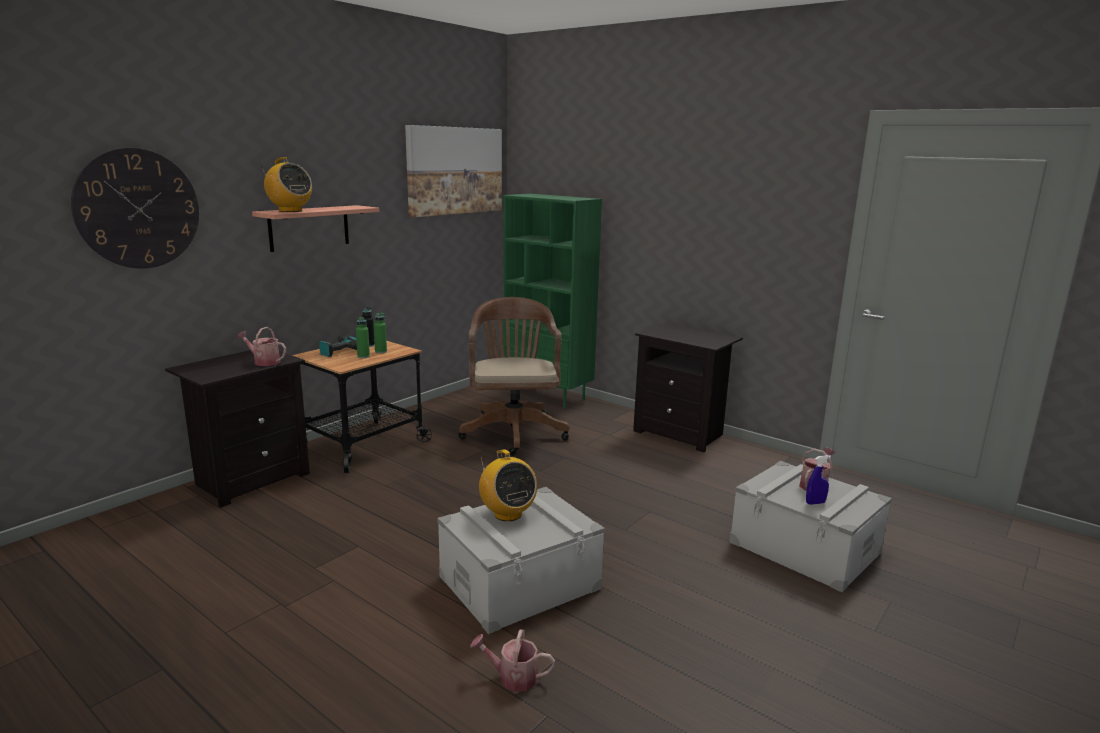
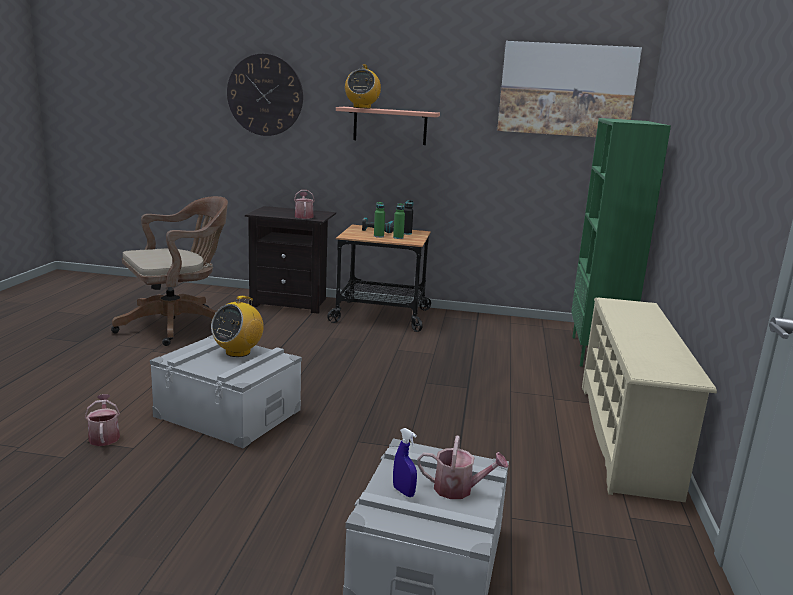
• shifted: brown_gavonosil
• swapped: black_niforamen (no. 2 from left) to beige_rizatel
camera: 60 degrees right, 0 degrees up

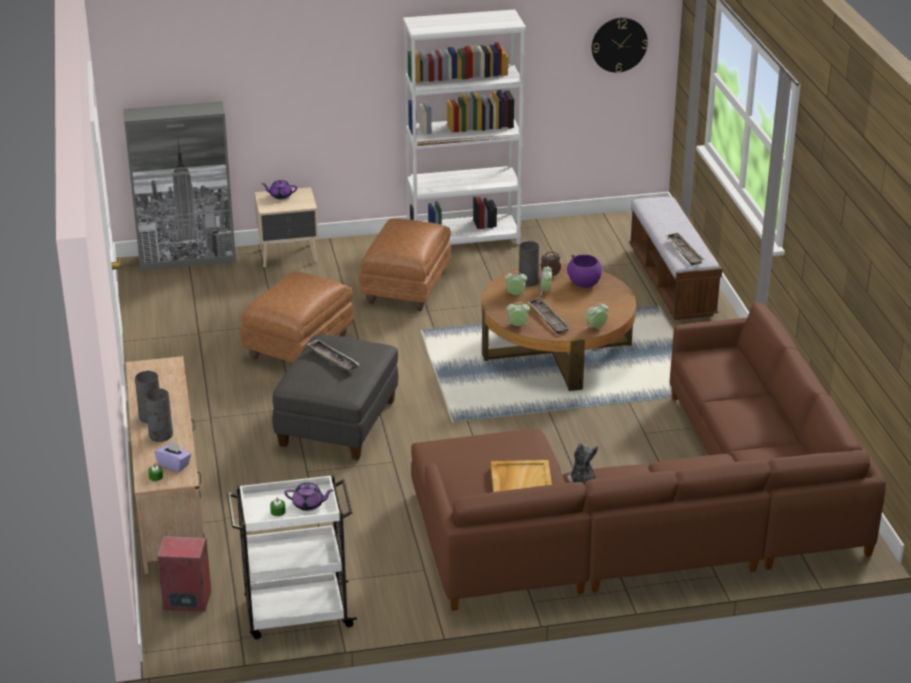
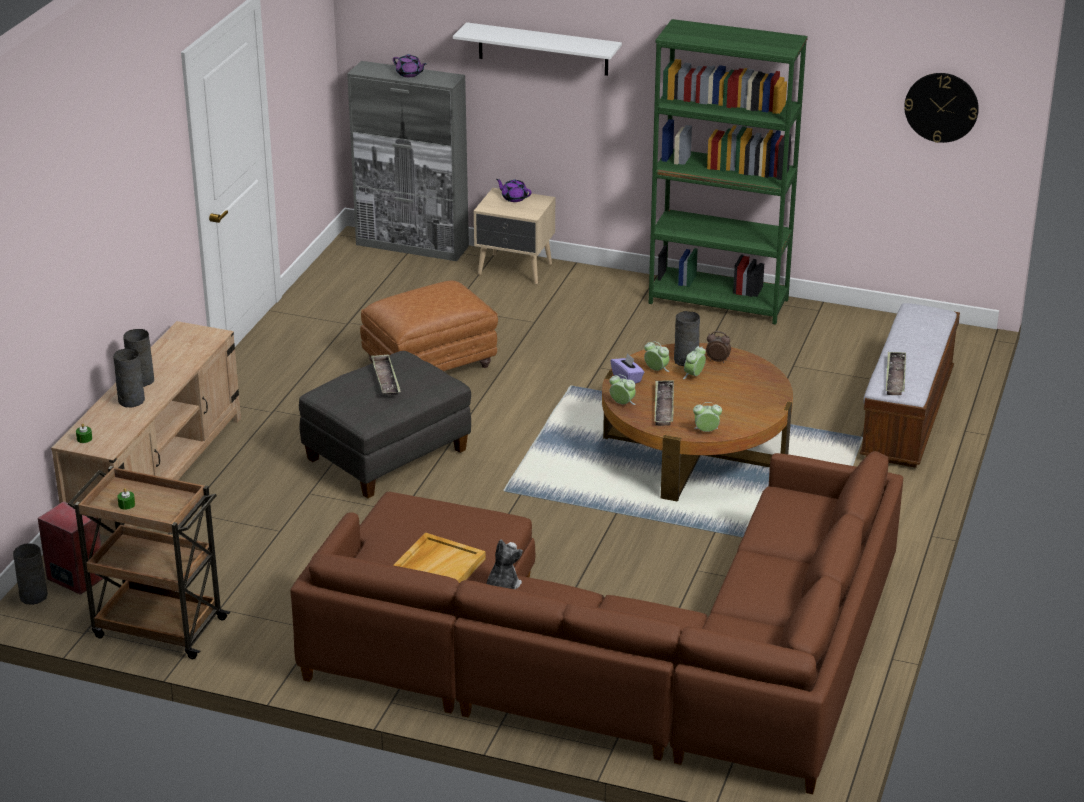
• gone: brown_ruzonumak (no. 2 from left)
• gone: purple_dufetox
• new: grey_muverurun (no. 1 from left)
• new: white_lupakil
• shifted: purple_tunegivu
• shifted: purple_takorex (no. 2 from left in the first image) to purple_takorex (no. 1 from left)
• repainted: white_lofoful to brown_lofoful
• repainted: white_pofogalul to green_pofogalul
camera: 30 degrees right, 0 degrees up

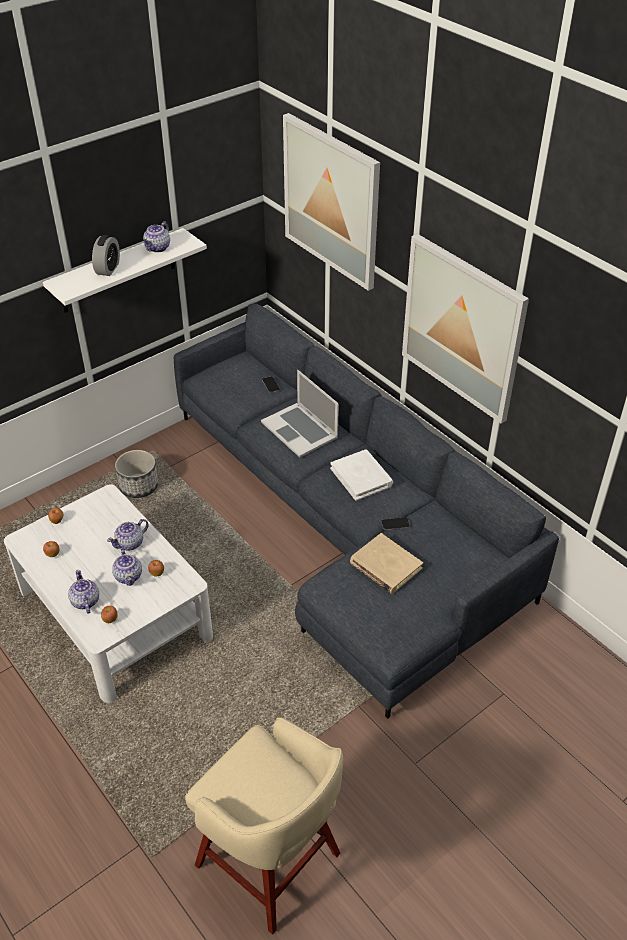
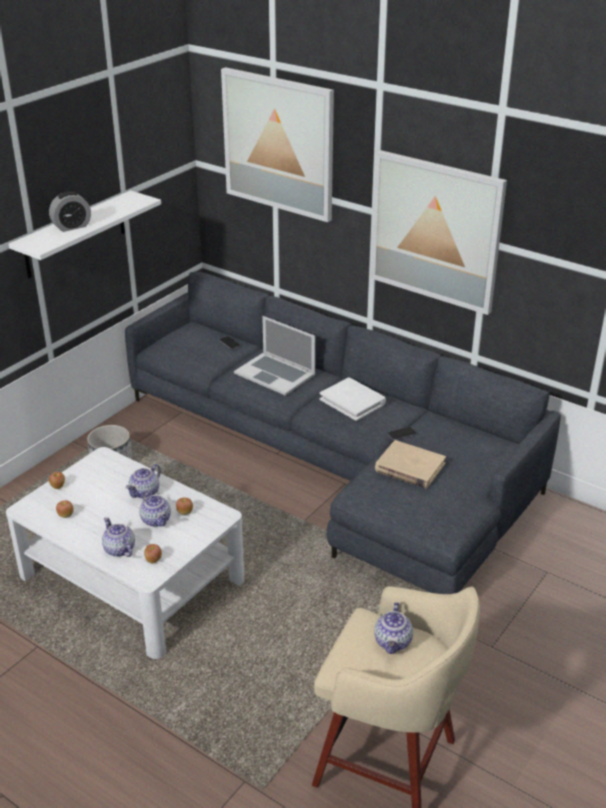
• shifted: takorex (no. 4 from left)
• rotated: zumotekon 60 degrees clockwise
camera: 15 degrees left, 10 degrees down

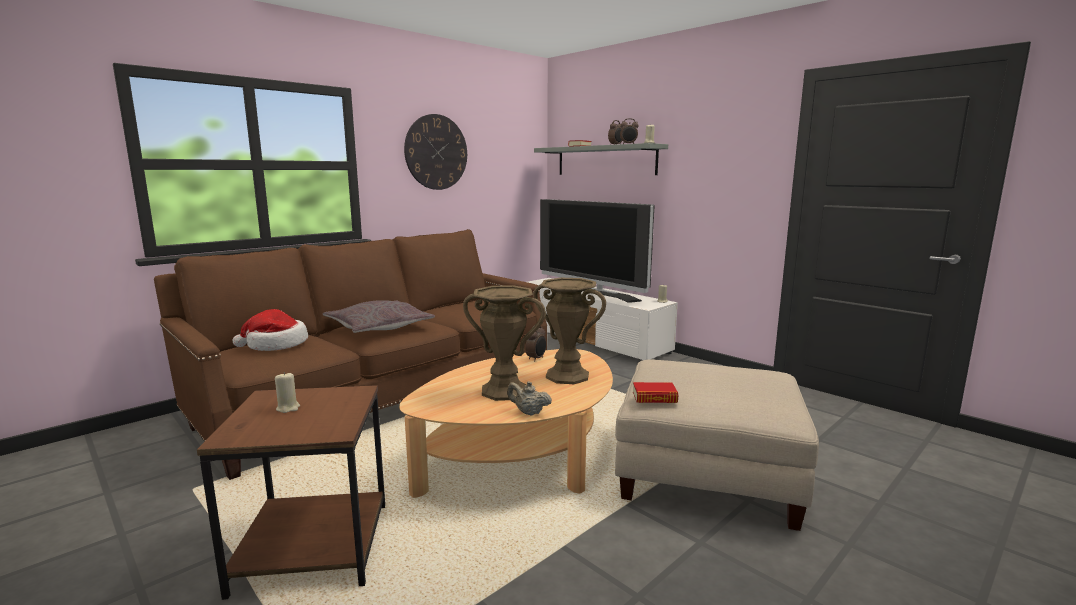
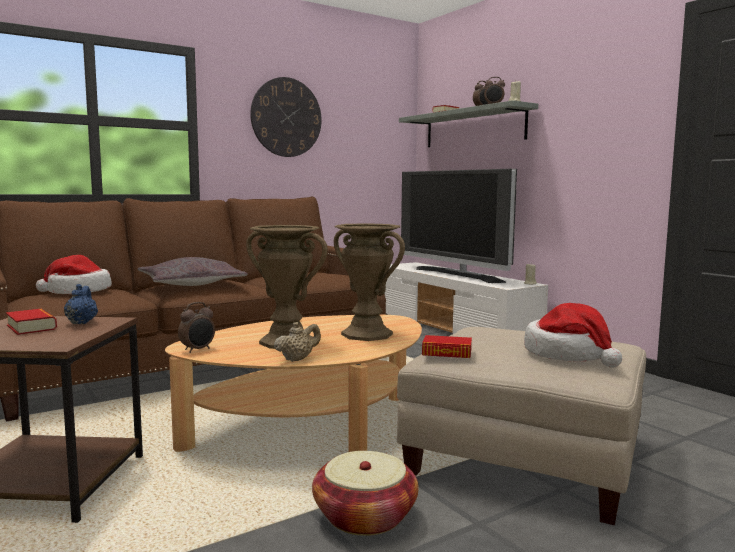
• new: blue_takorex
• new: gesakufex
• new: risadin (no. 2 from left)
• shifted: zumotekon (no. 1 from left)
• swapped: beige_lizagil (no. 1 from left) to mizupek (no. 1 from left)
• rotated: beige_takorex 105 degrees clockwise
camera: 10 degrees right, 5 degrees down

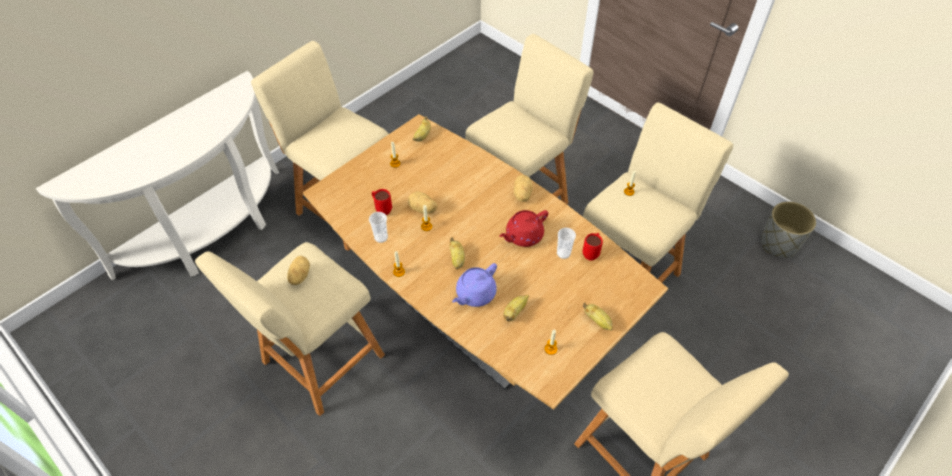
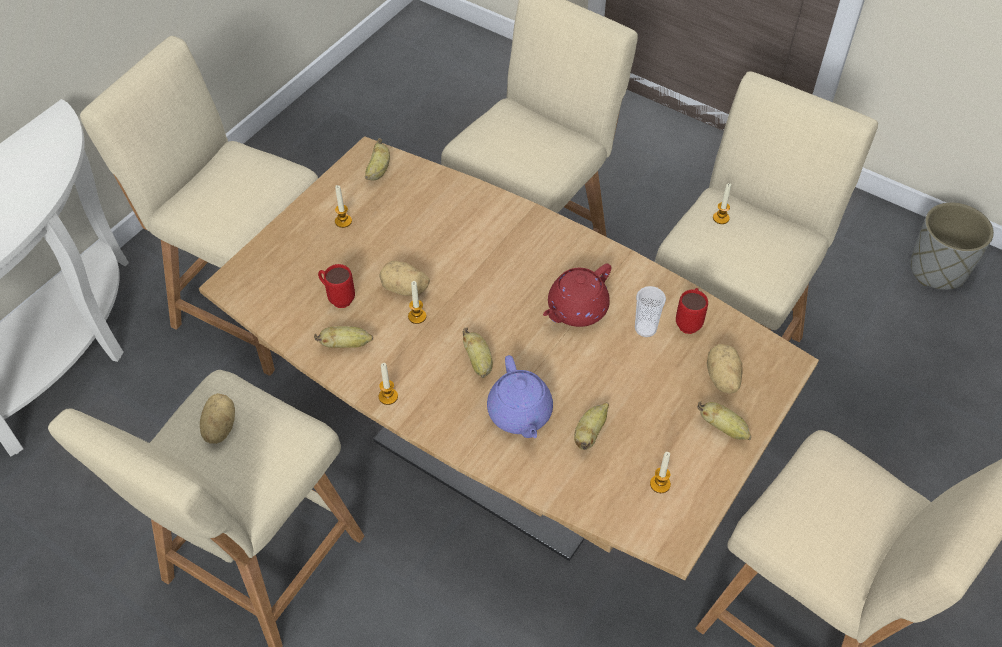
• shifted: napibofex (no. 3 from left)
• swapped: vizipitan (no. 1 from left) to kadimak (no. 1 from left)
• rotated: purple_takorex 45 degrees counterclockwise
camera: 10 degrees left, 0 degrees up

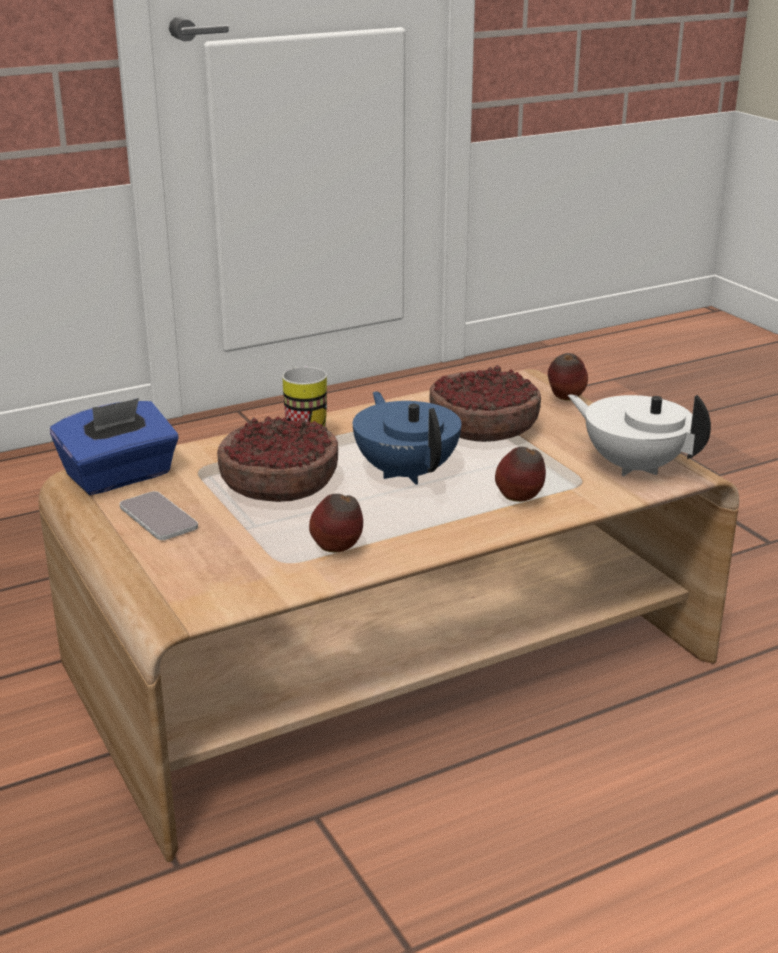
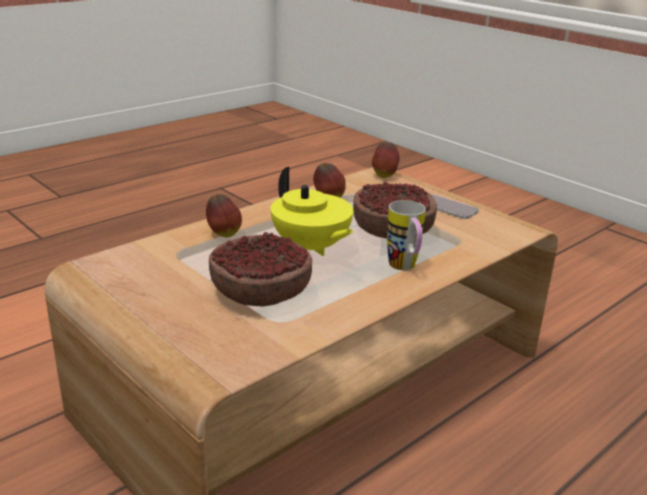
• gone: blue_tunegivu
• gone: white_takorex
• shifted: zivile (no. 3 from left)
• repainted: blue_takorex to yellow_takorex
camera: 165 degrees right, 0 degrees up

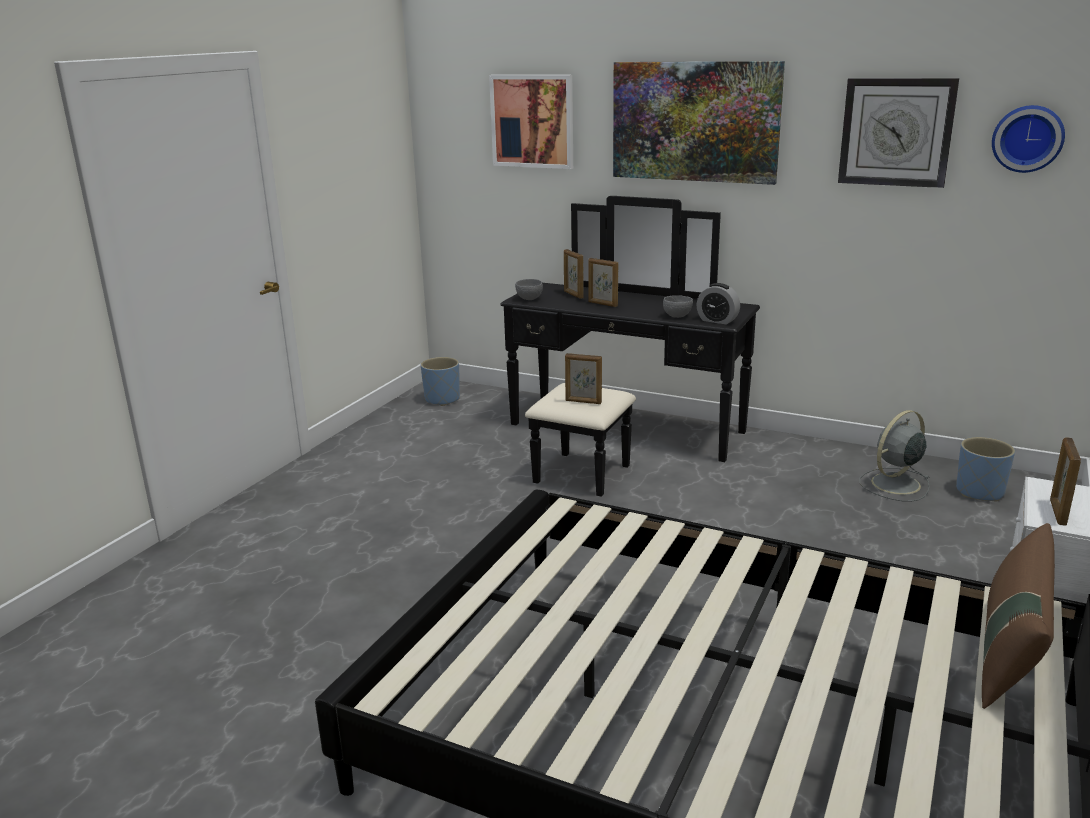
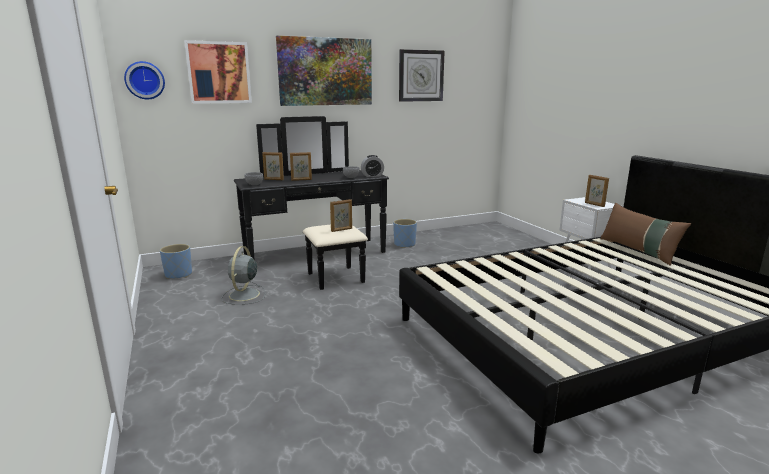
• shifted: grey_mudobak
• shifted: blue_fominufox (no. 2 from left)
• shifted: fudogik (no. 2 from left in the first image) to fudogik (no. 1 from left)
camera: 50 degrees left, 5 degrees down

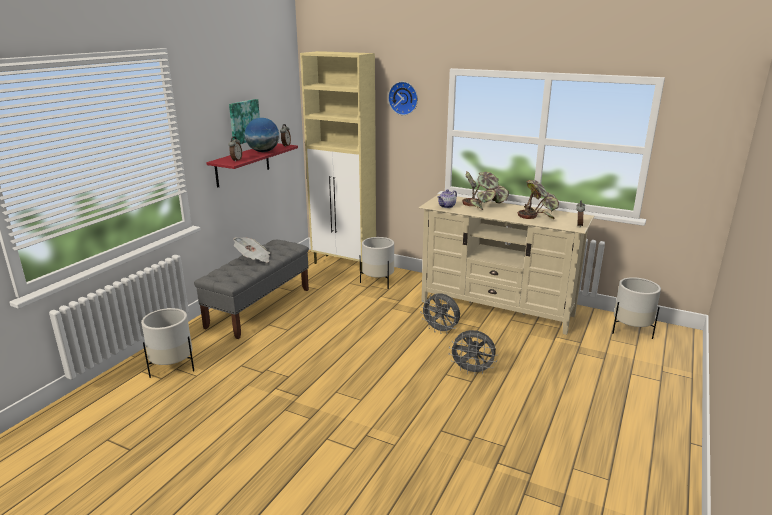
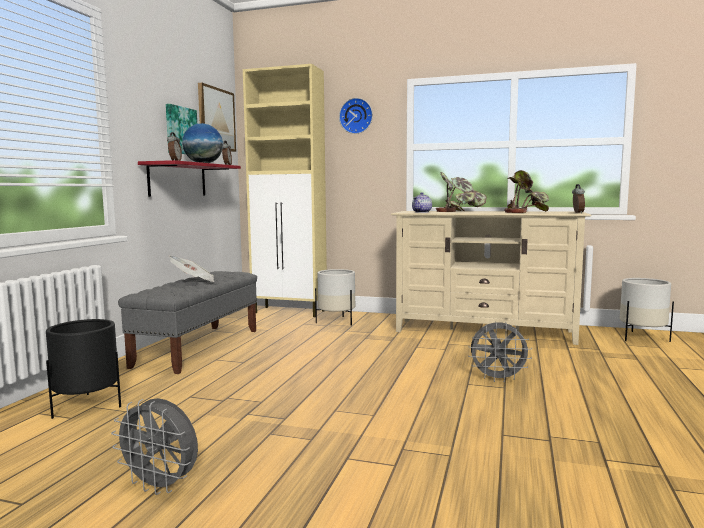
• new: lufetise (no. 2 from left)
• shifted: grey_mudobak (no. 1 from left)
• repainted: white_fominufox (no. 1 from left) to black_fominufox
camera: 10 degrees left, 15 degrees down

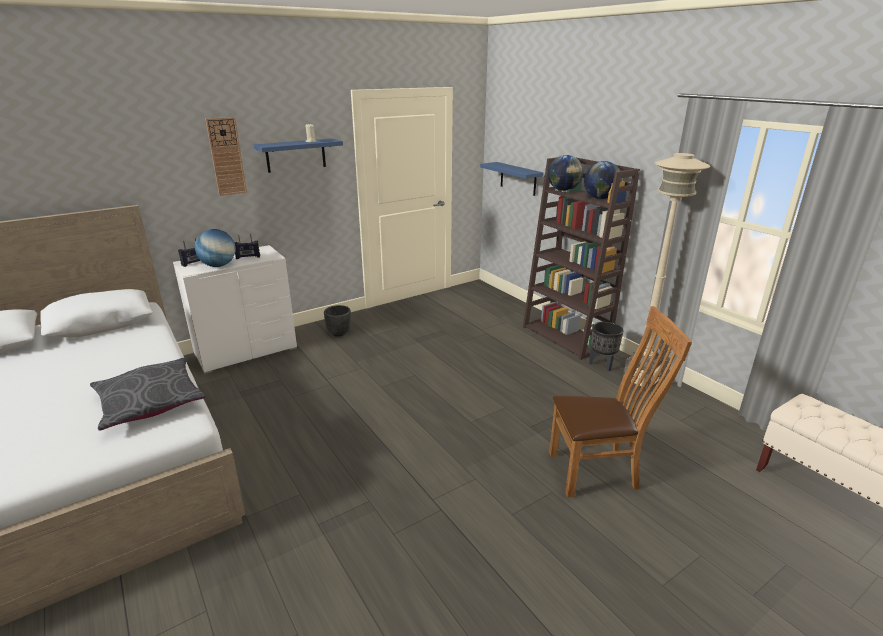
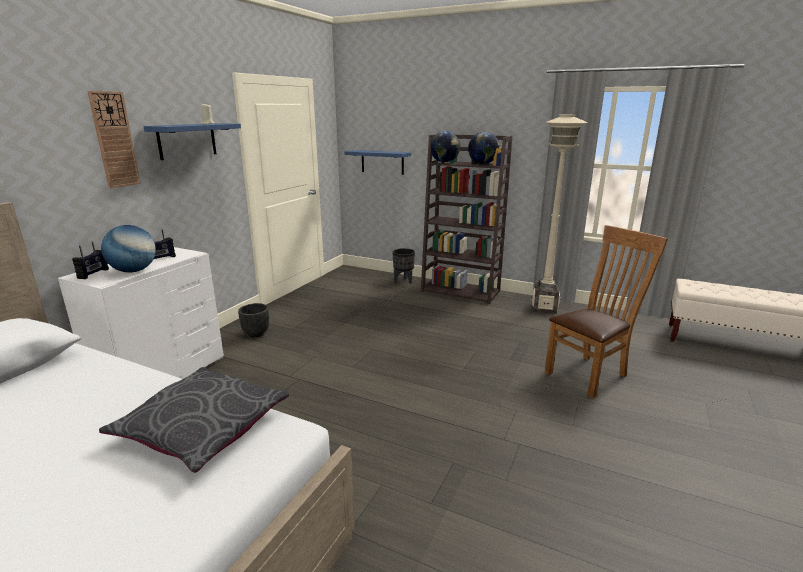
• shifted: black_fominufox (no. 2 from left)
camera: 30 degrees left, 5 degrees down

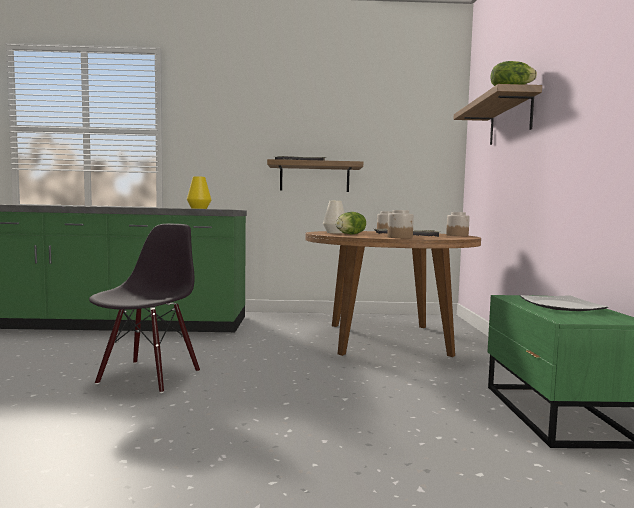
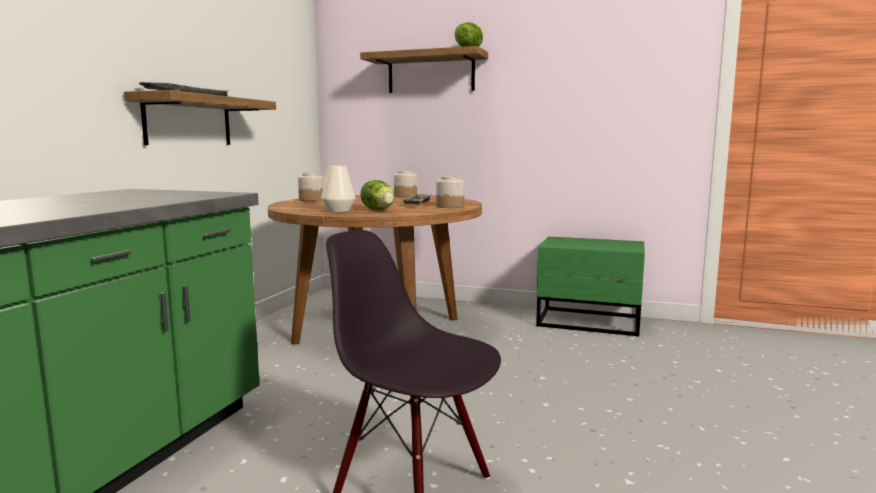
• gone: yellow_muverurun
• gone: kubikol
camera: 70 degrees left, 5 degrees up

